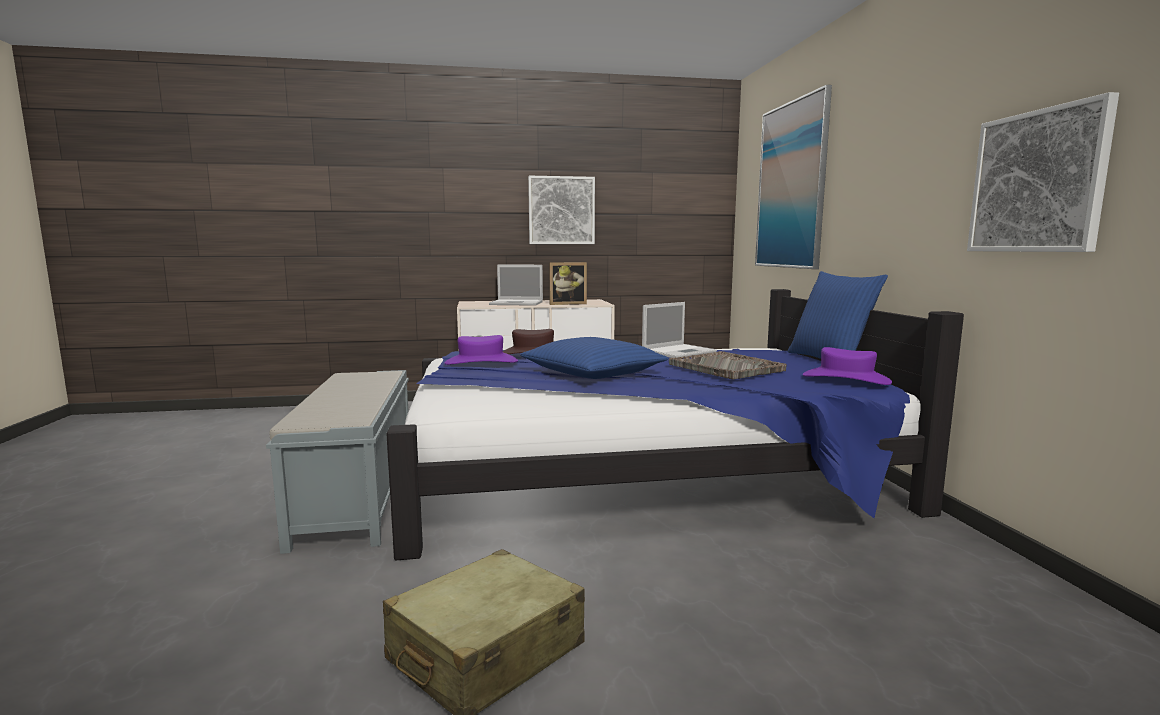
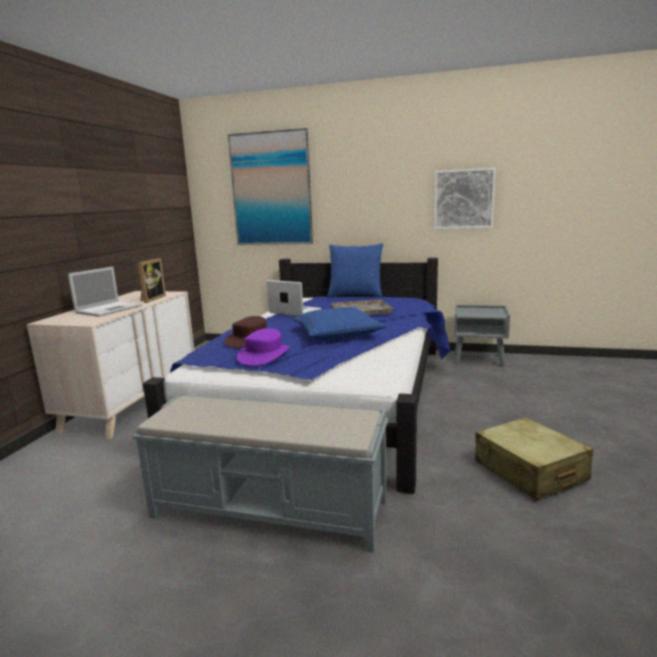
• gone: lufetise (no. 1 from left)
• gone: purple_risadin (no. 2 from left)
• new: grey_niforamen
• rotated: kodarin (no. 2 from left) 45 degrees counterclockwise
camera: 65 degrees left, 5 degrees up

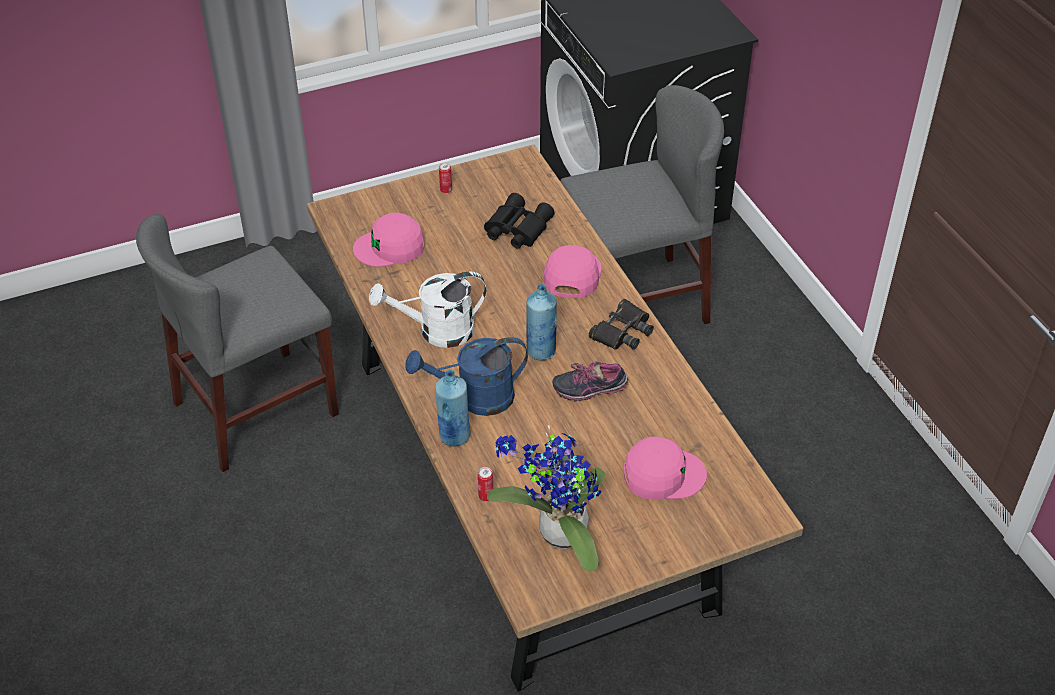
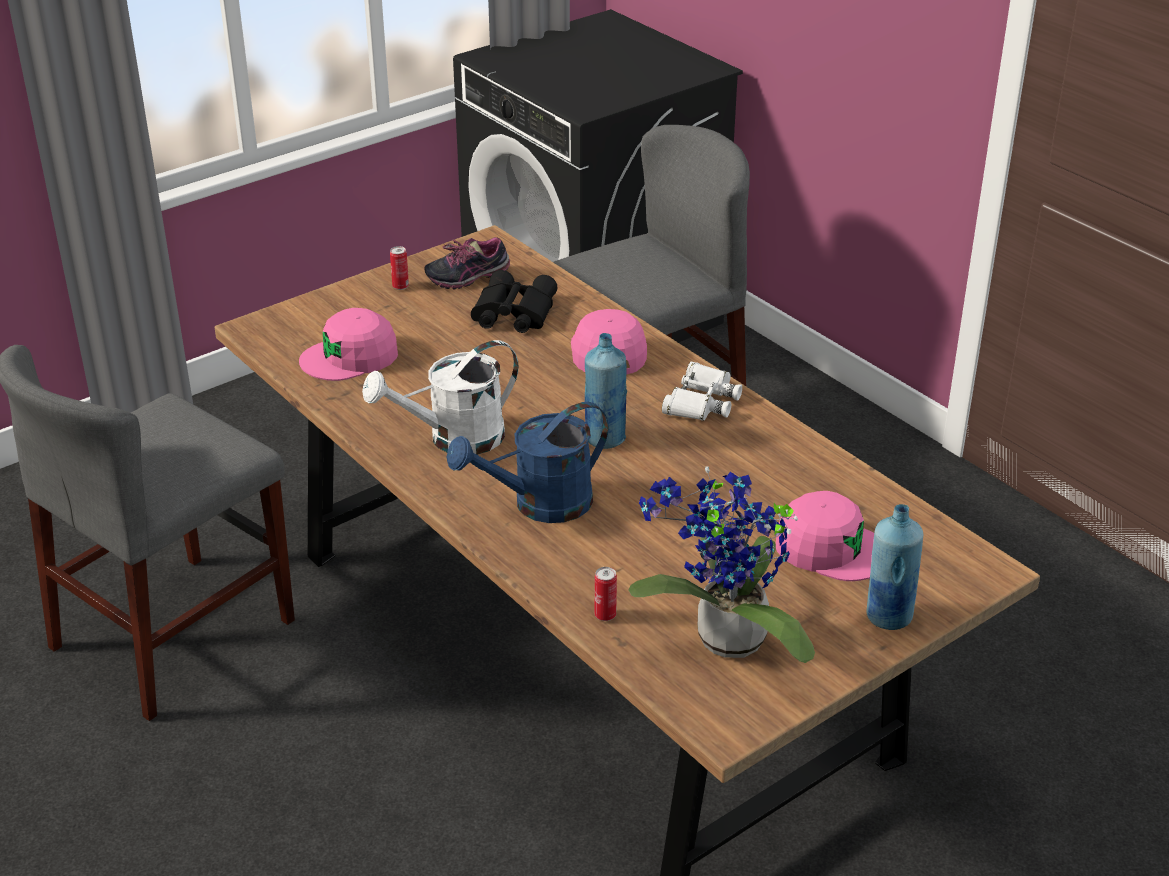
• shifted: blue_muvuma (no. 1 from left in the first image) to blue_muvuma (no. 2 from left)
• shifted: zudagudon
• repainted: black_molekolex (no. 2 from left) to white_molekolex
• rotated: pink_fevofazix (no. 3 from left) 45 degrees clockwise
camera: 15 degrees left, 10 degrees down

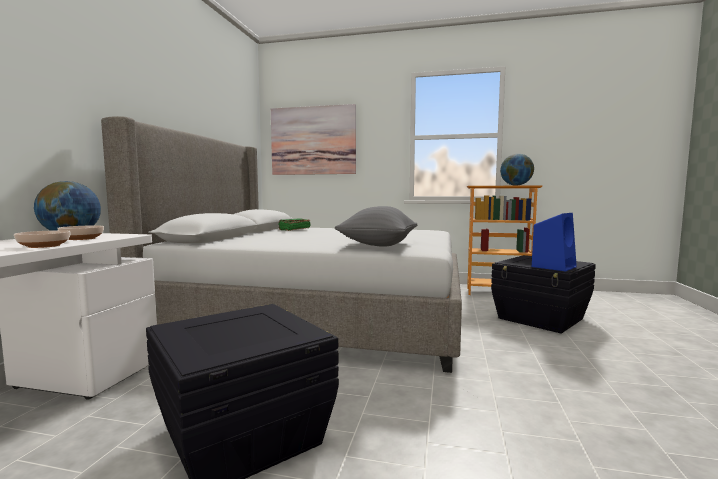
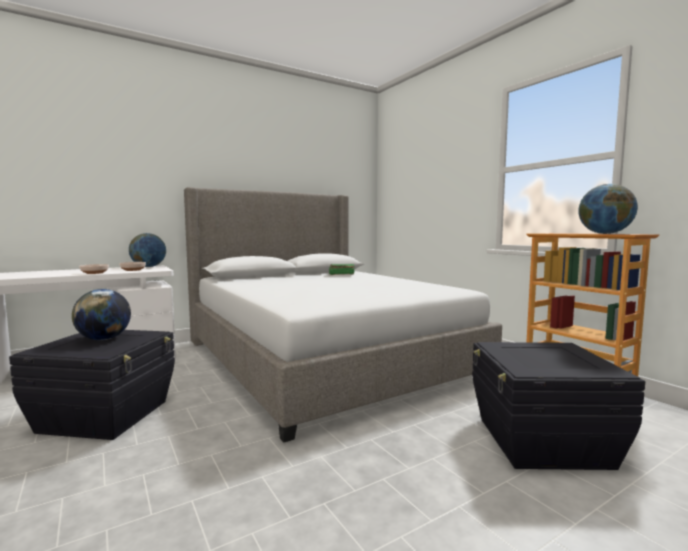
• gone: lufetise
• gone: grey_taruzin
• gone: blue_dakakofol
• new: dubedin (no. 1 from left)
camera: 45 degrees right, 0 degrees up

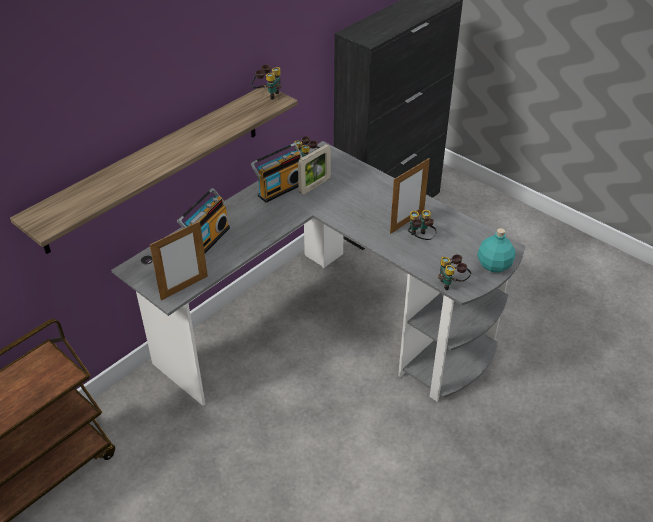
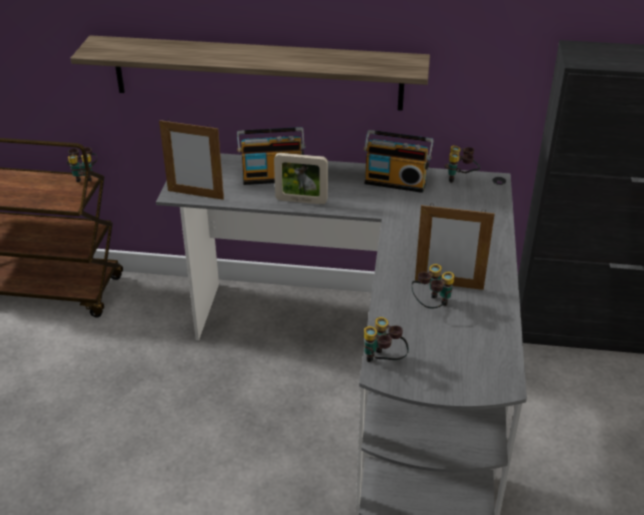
• gone: turquoise_muvuma
• shifted: molekolex (no. 1 from left)
• shifted: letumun (no. 2 from left)
camera: 55 degrees right, 5 degrees down

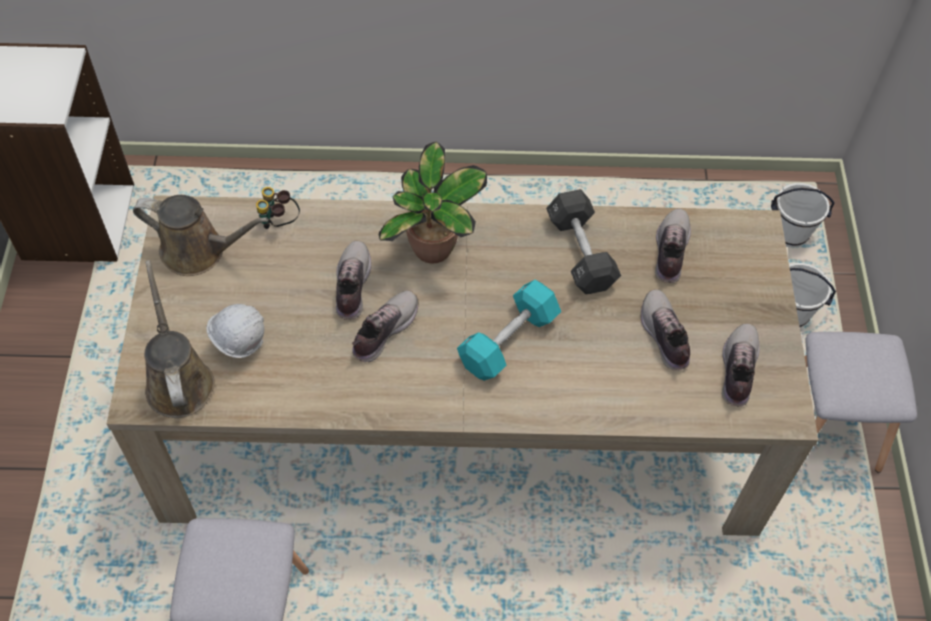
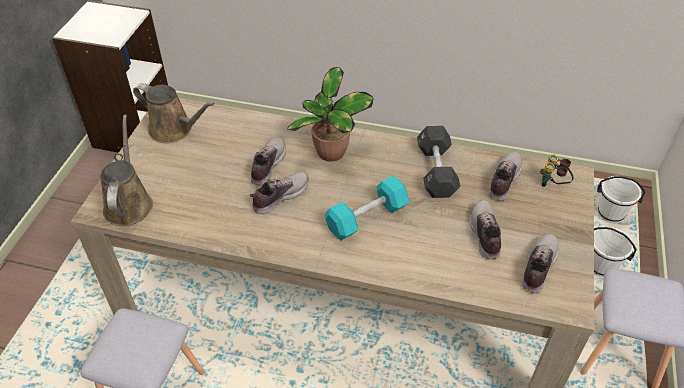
• gone: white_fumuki
• shifted: molekolex
camera: 15 degrees right, 10 degrees down

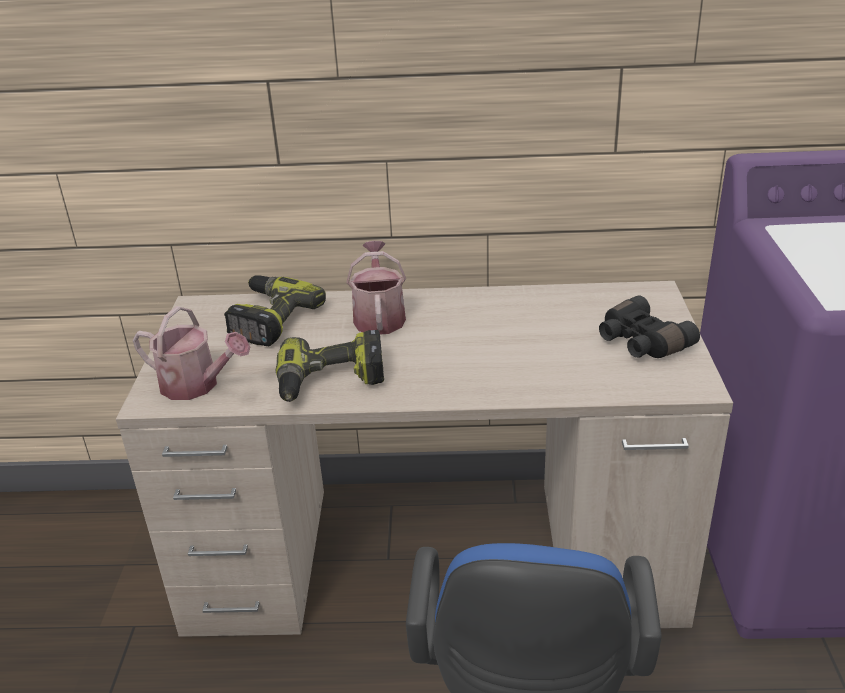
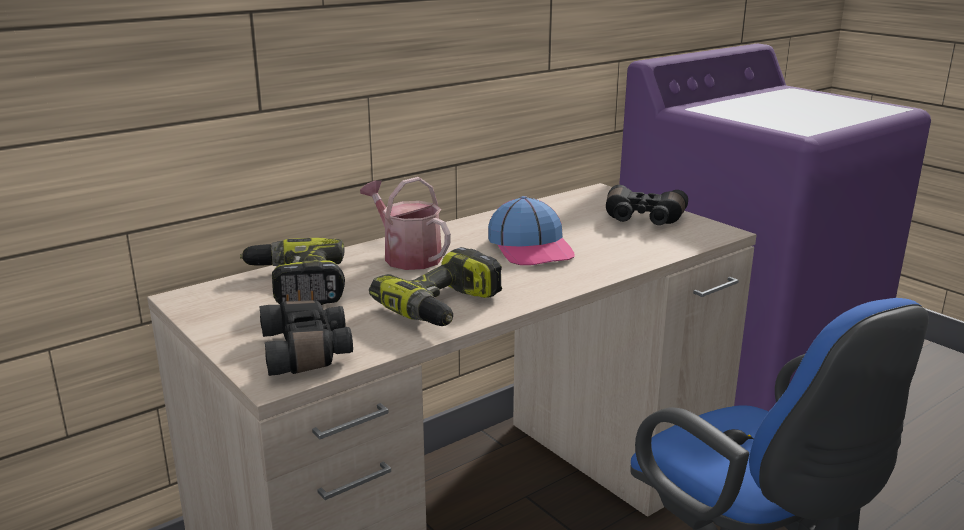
• new: fevofazix
• swapped: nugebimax (no. 1 from left) to black_molekolex (no. 1 from left)
camera: 40 degrees left, 10 degrees down

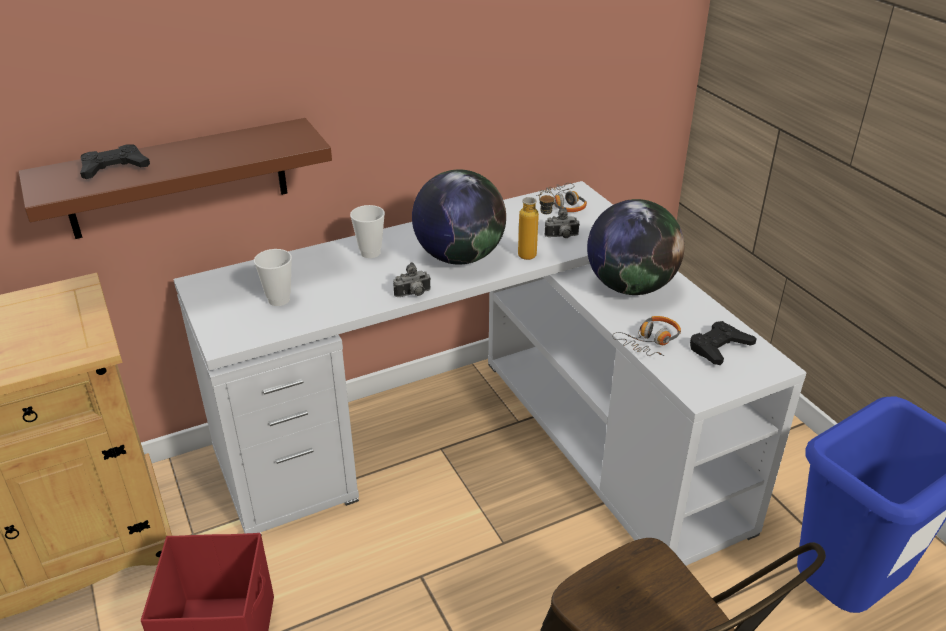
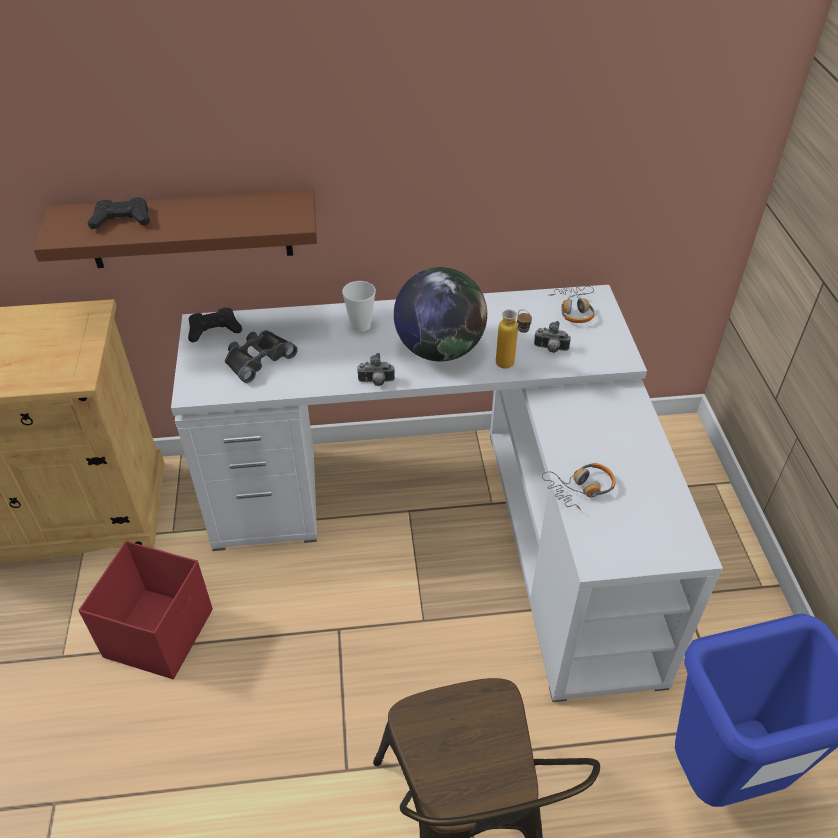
• gone: dubedin (no. 2 from left)
• shifted: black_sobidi (no. 2 from left)
• swapped: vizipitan (no. 1 from left) to black_molekolex
camera: 20 degrees right, 10 degrees up

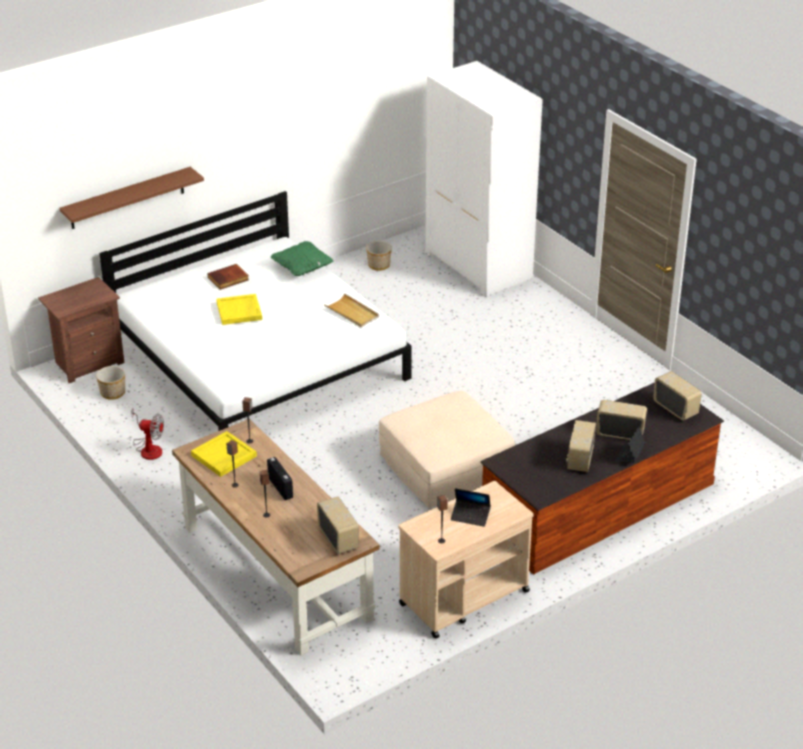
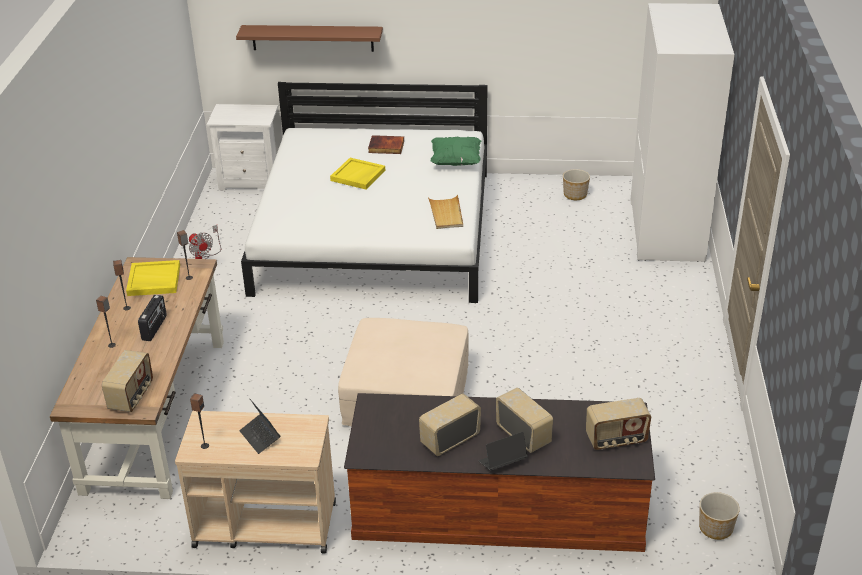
• shifted: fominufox (no. 1 from left in the first image) to fominufox (no. 2 from left)
• repainted: brown_niforamen to white_niforamen
• rotated: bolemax (no. 5 from left) 75 degrees clockwise
camera: 40 degrees right, 0 degrees up

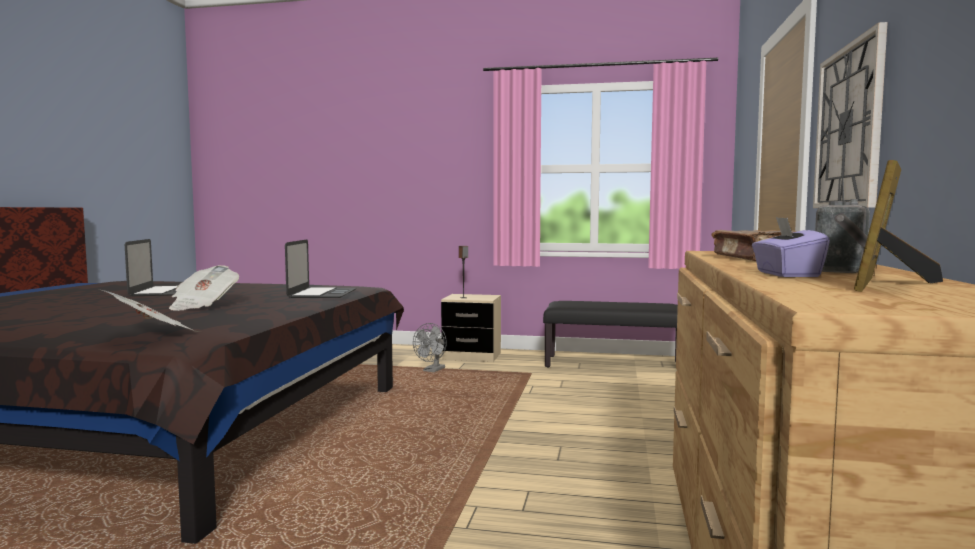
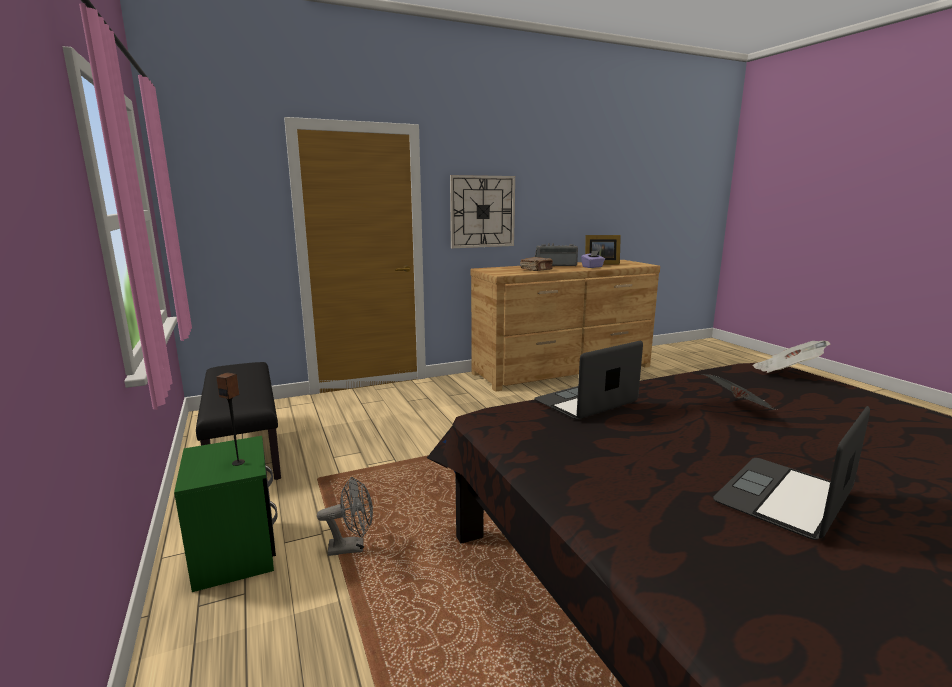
• repainted: beige_niforamen to green_niforamen
camera: 125 degrees left, 10 degrees up

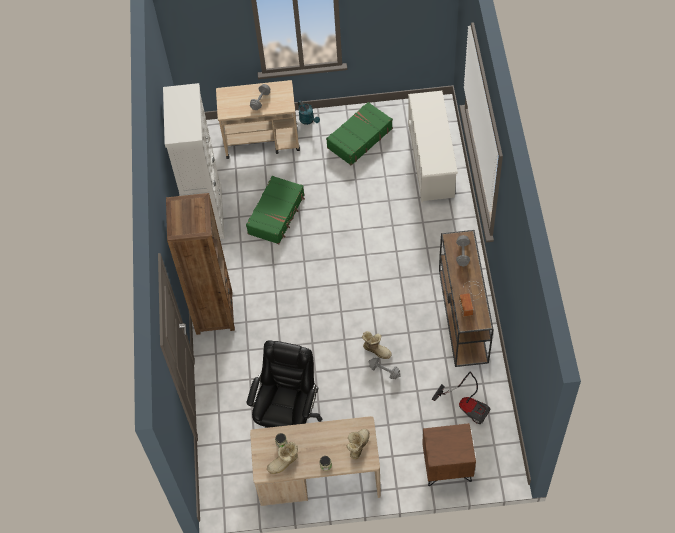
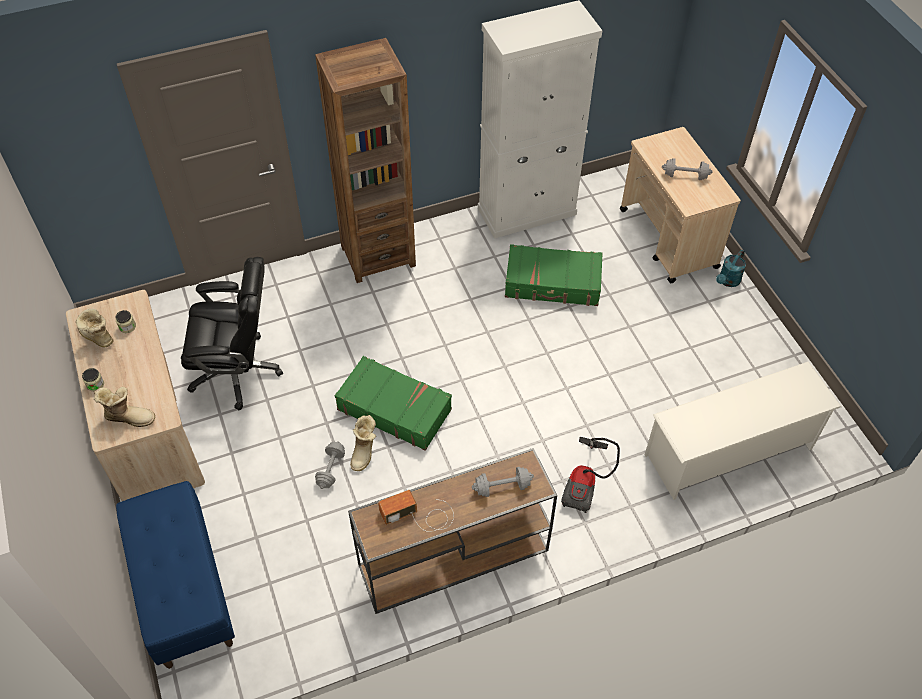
• shifted: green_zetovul (no. 2 from left in the first image) to green_zetovul (no. 1 from left)
• shifted: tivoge
• swapped: brown_niforamen to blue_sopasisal
camera: 70 degrees right, 5 degrees down

